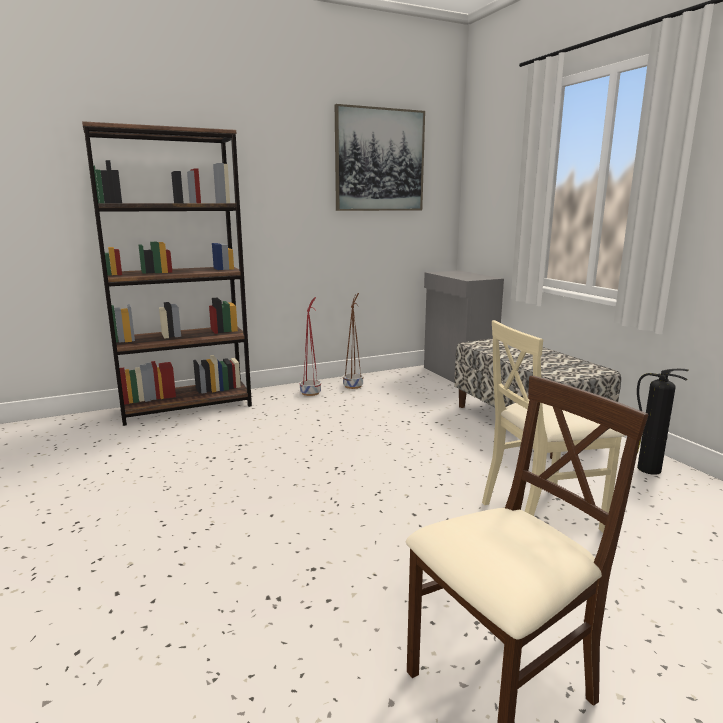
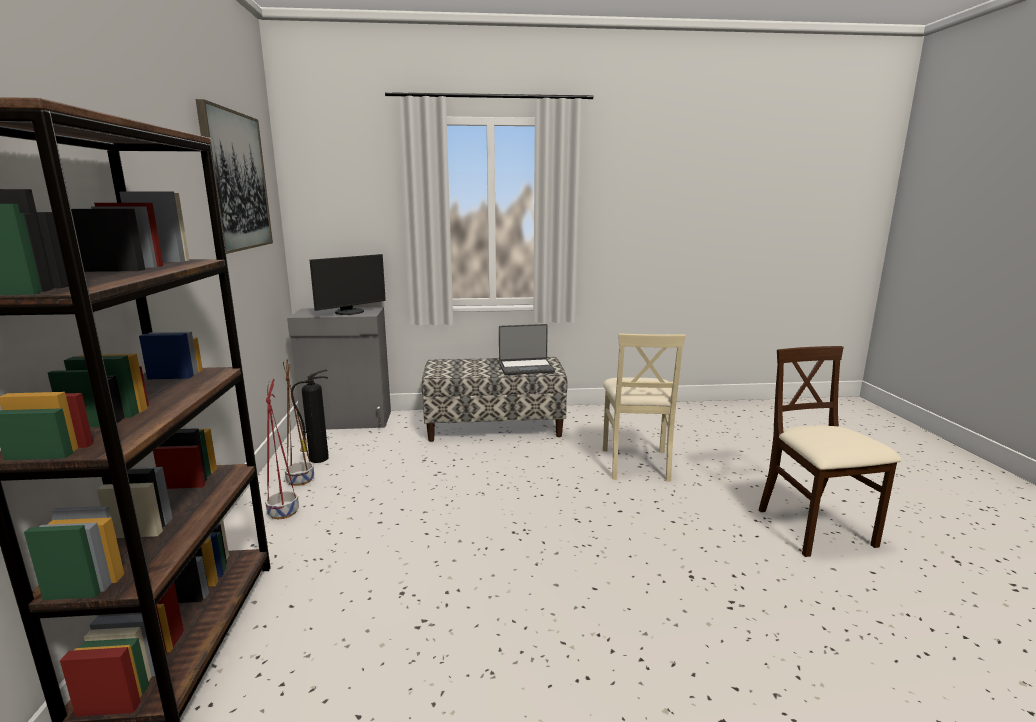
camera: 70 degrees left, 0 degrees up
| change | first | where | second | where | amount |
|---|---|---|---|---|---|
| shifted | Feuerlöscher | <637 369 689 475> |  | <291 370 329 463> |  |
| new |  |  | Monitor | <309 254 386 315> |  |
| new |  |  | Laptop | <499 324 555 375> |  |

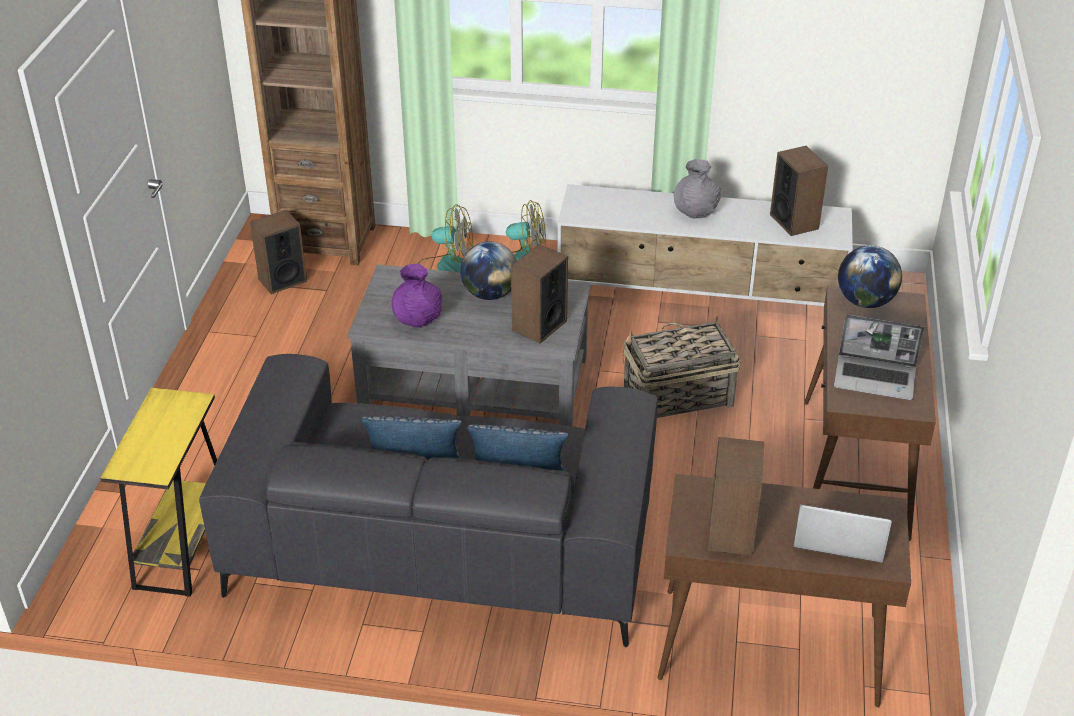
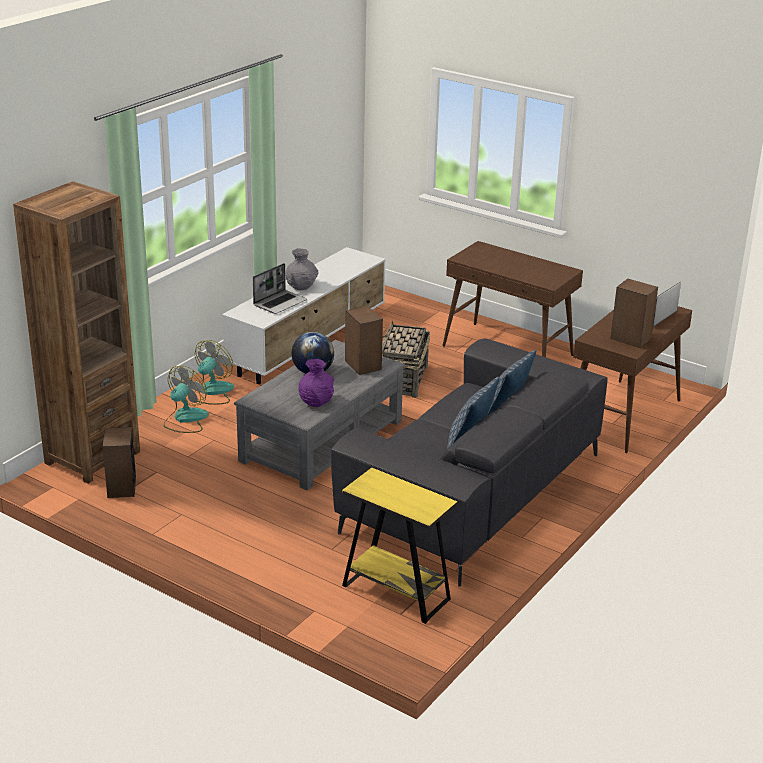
camera: 65 degrees left, 10 degrees down
| change | first | where | second | where | amount |
|---|---|---|---|---|---|
| gone | Lautsprecher | <770 146 828 236> |  |  |  |
| gone | Globus | <838 245 902 308> |  |  |  |
| shifted | Laptop | <834 315 924 400> |  | <253 263 307 314> |  |

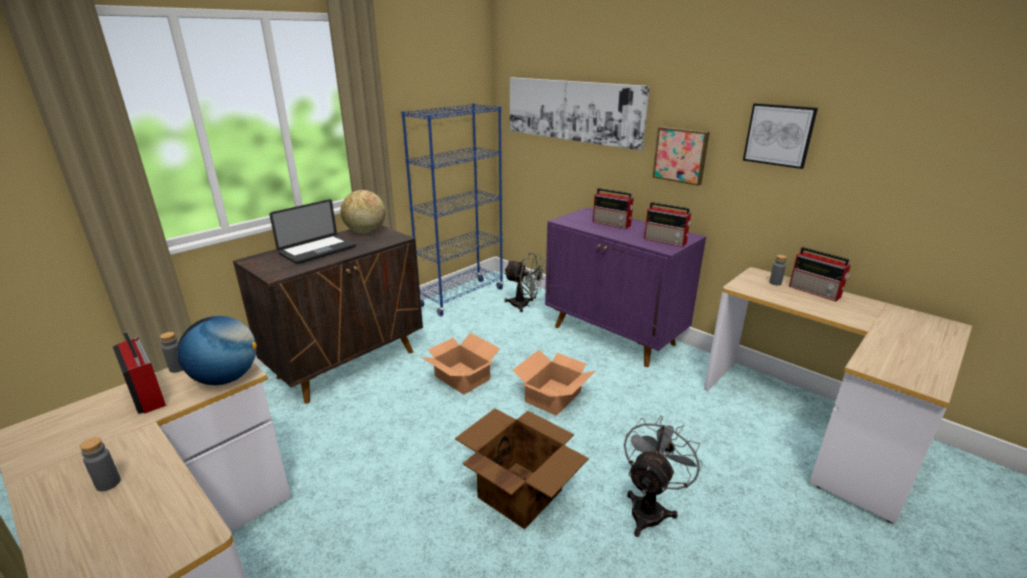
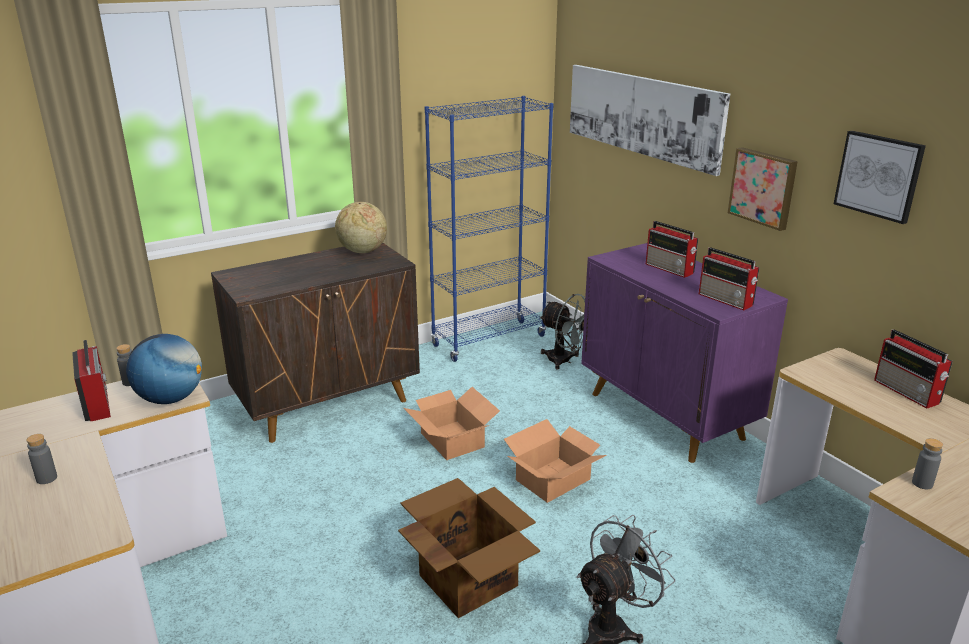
camera: 15 degrees right, 0 degrees up
| change | first | where | second | where | amount |
|---|---|---|---|---|---|
| gone | Laptop | <269 199 356 264> |  |  |  |
| shifted | Flasche [grau] | <769 255 787 285> |  | <912 438 943 489> |  |

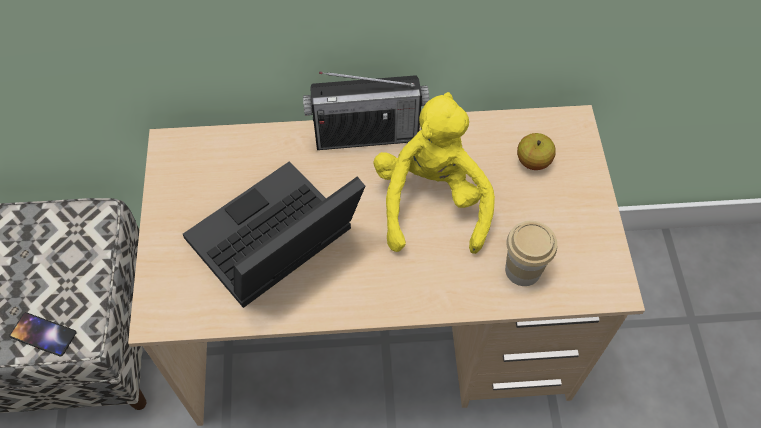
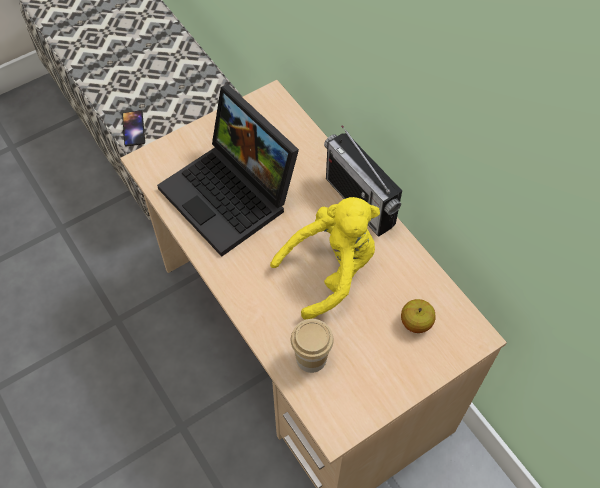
camera: 60 degrees right, 0 degrees up
| change | first | where | second | where | amount |
|---|---|---|---|---|---|
| rotated | Laptop | <183 161 365 308> |  | <157 84 299 257> | 150 degrees counterclockwise |

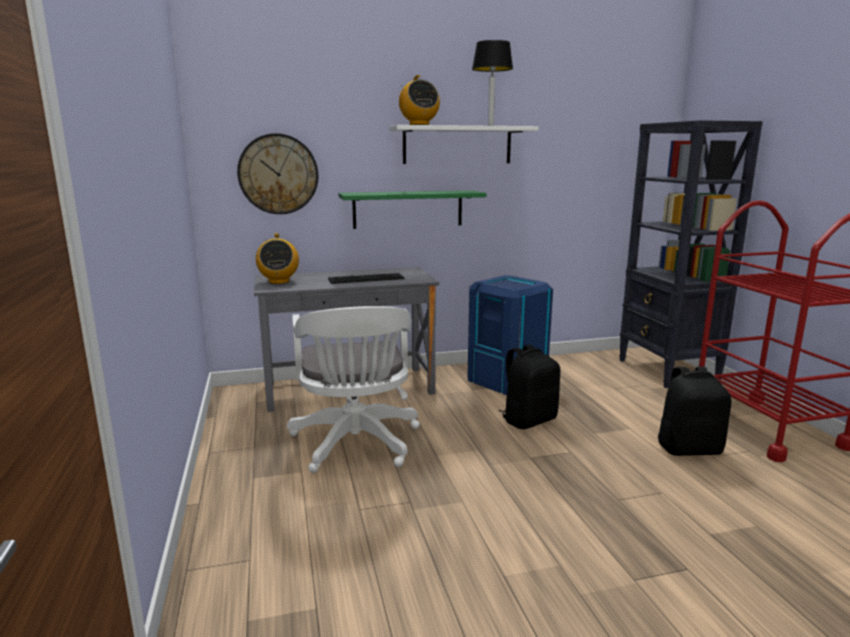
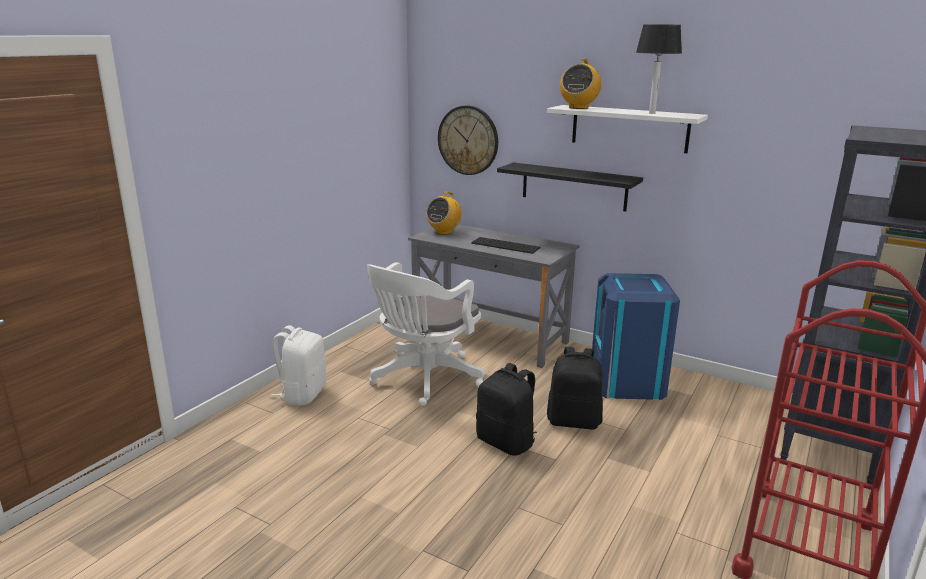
camera: 45 degrees right, 5 degrees up
| change | first | where | second | where | amount |
|---|---|---|---|---|---|
| repainted | Wandregal [grün] | <338 190 486 229> | Wandregal [schwarz] | <497 162 643 212> |  |
| shifted | Rucksack [schwarz] | <658 367 732 456> |  | <476 363 537 456> |  |
| new |  |  | Rucksack [weiß] | <270 325 326 406> |  |

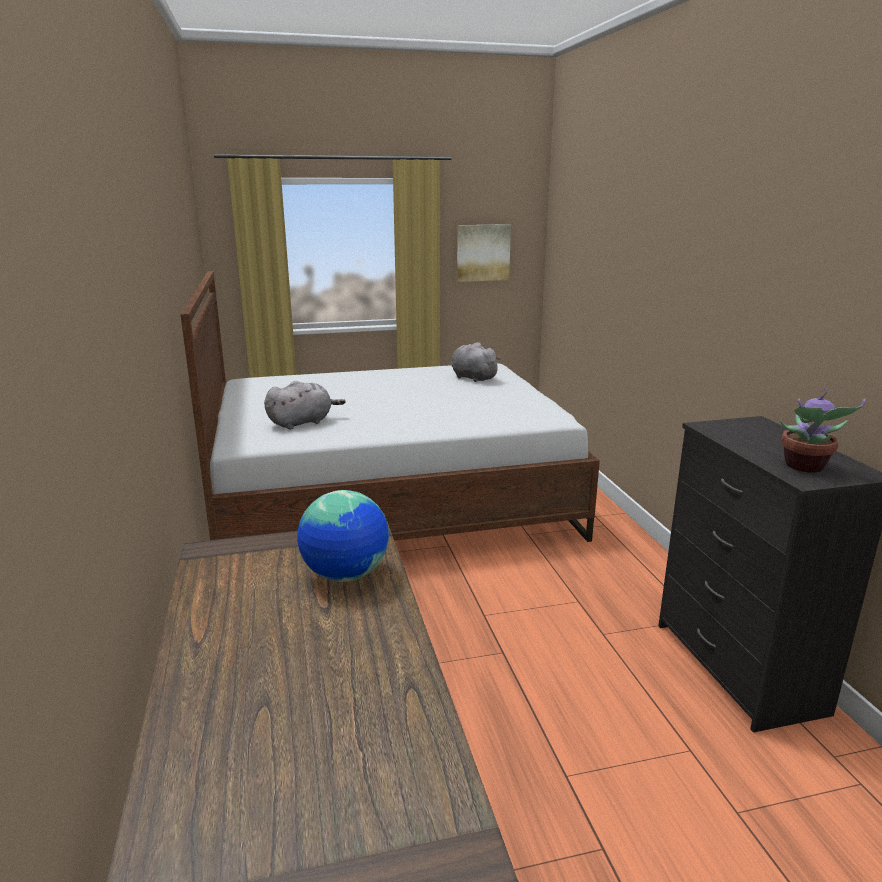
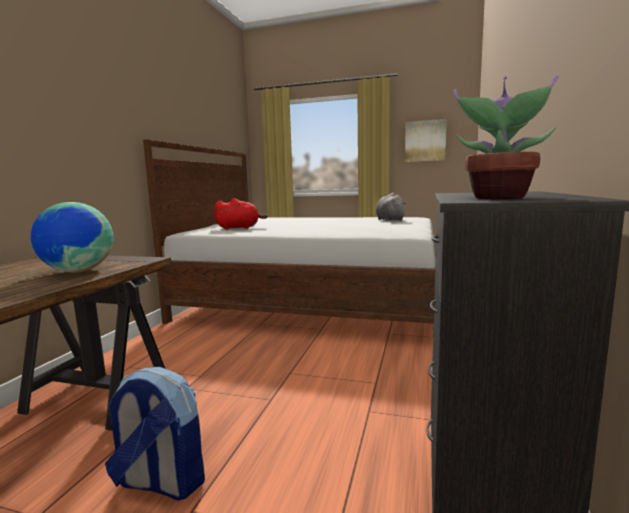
camera: 30 degrees right, 10 degrees down
| change | first | where | second | where | amount |
|---|---|---|---|---|---|
| repainted | Plüschtier [grau] | <264 381 346 429> | Plüschtier [rot] | <214 198 268 230> |  |
| new |  |  | Rucksack | <105 367 205 500> |  |

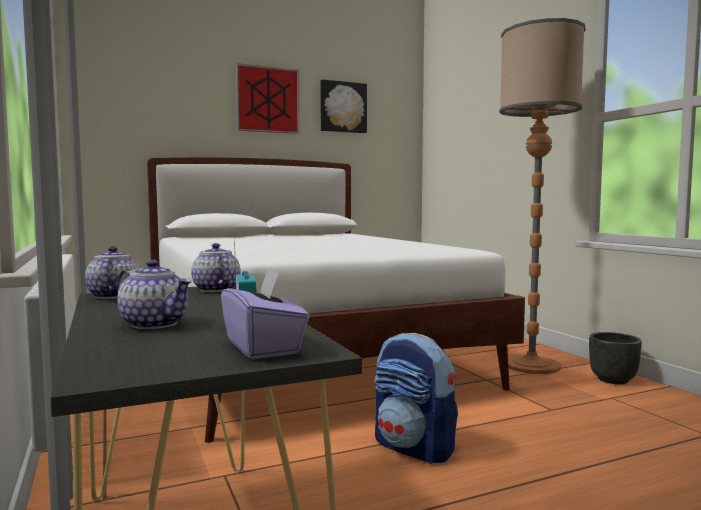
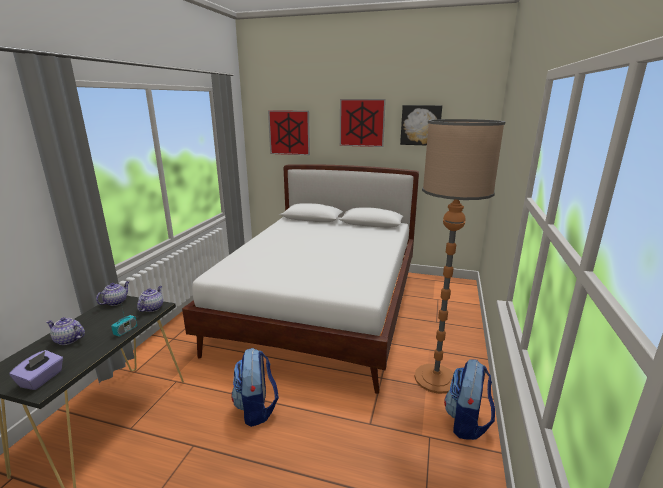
camera: 40 degrees right, 15 degrees up
| change | first | where | second | where | amount |
|---|---|---|---|---|---|
| rotated | Teekanne | <117 259 192 329> |  | <46 317 85 345> | 120 degrees clockwise |
| swapped | Pflanzkübel [schwarz] | <589 332 642 384> | Rucksack | <444 359 495 440> |  |
| new |  |  | Bild | <268 110 310 155> |  |

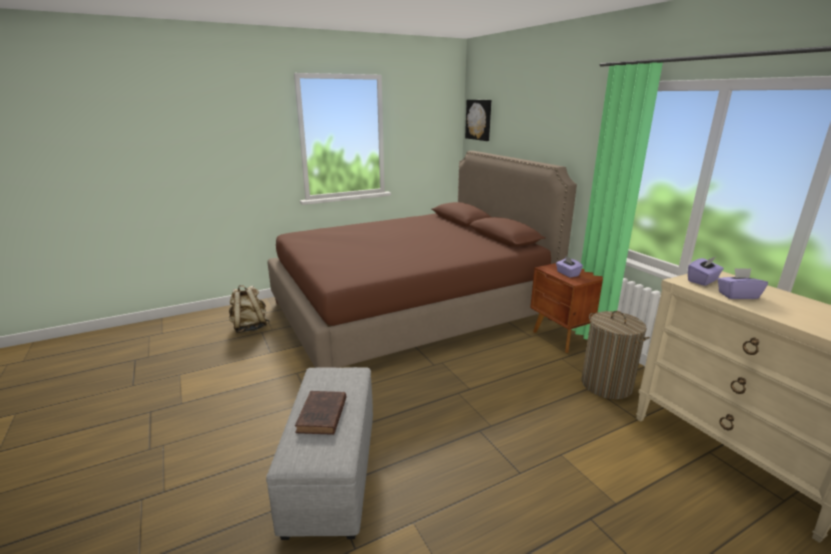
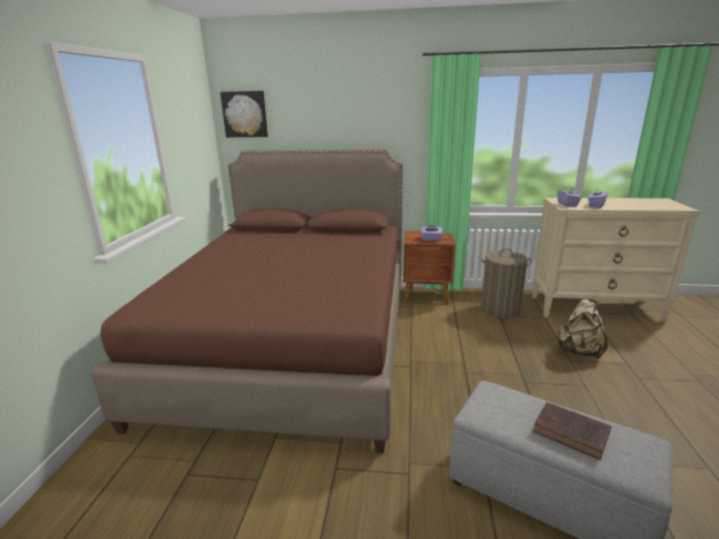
camera: 55 degrees left, 0 degrees up
| change | first | where | second | where | amount |
|---|---|---|---|---|---|
| shifted | Rucksack [beige] | <229 285 270 333> |  | <556 300 608 359> |  |

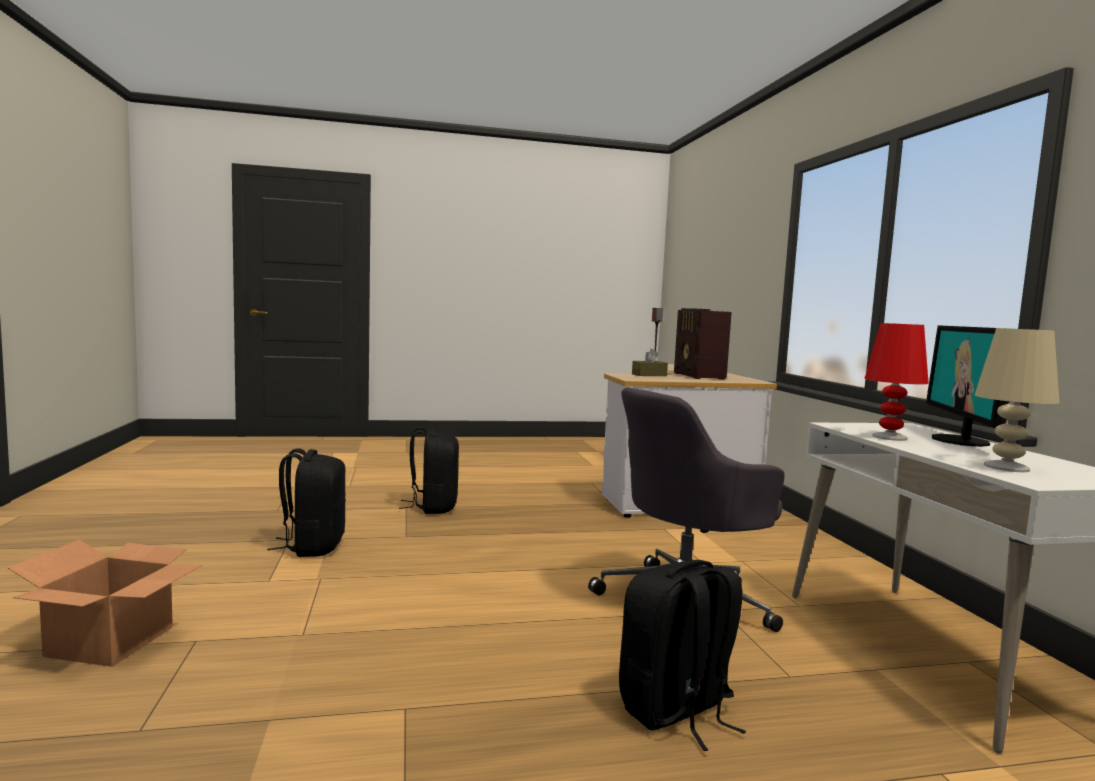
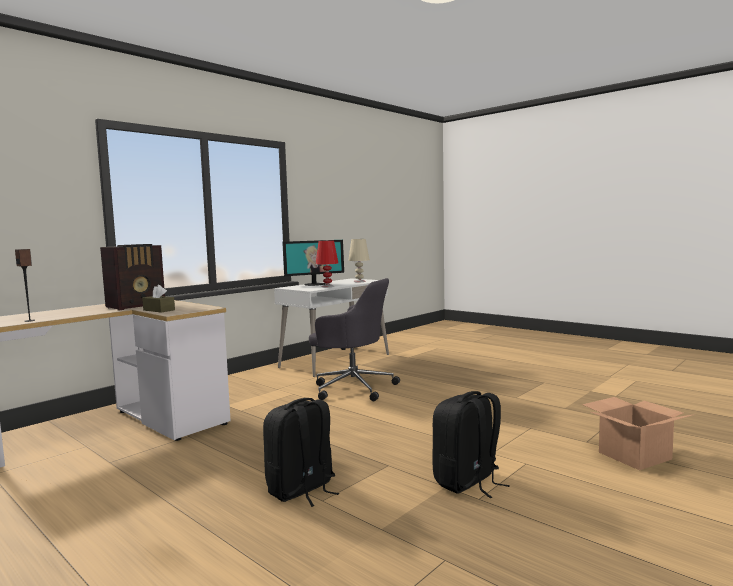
camera: 125 degrees left, 0 degrees up
| change | first | where | second | where | amount |
|---|---|---|---|---|---|
| gone | Rucksack [schwarz] | <619 560 746 751> |  |  |  |

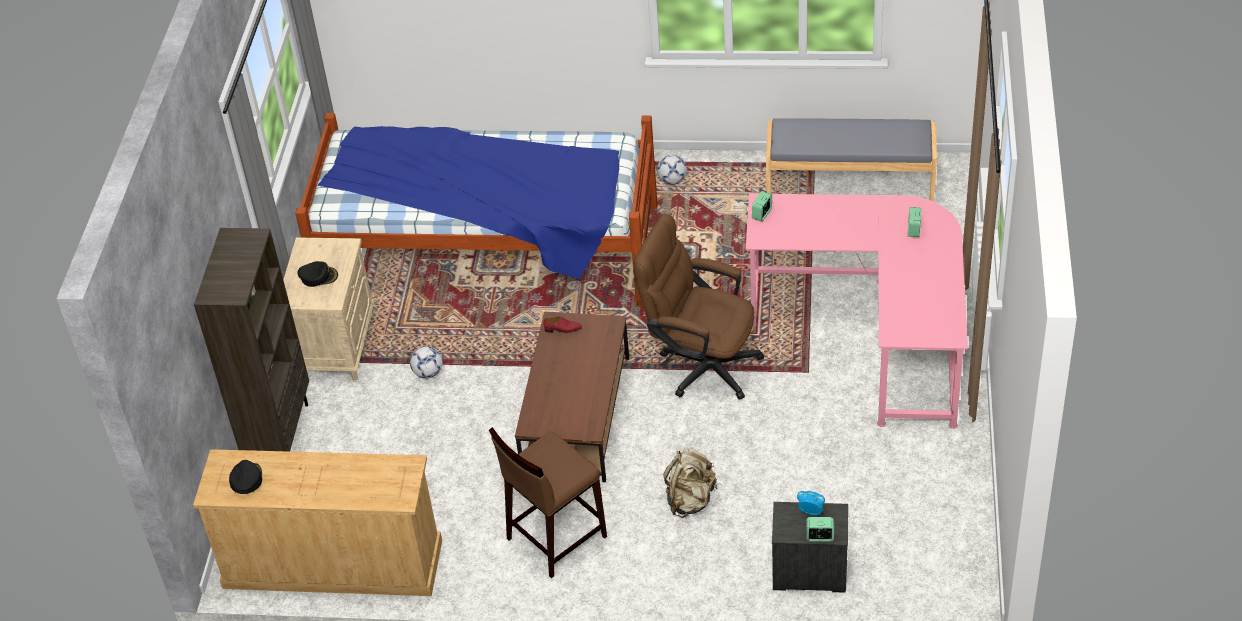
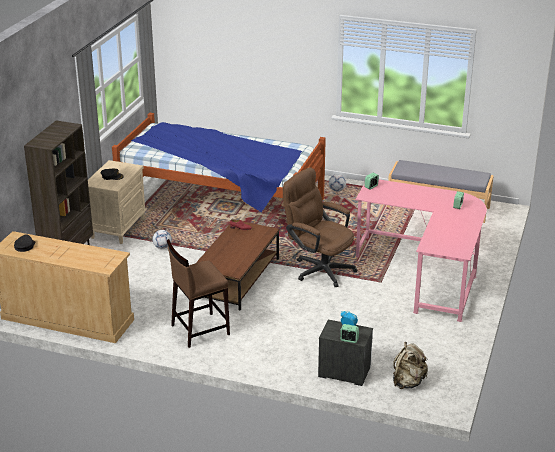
camera: 10 degrees right, 15 degrees down
| change | first | where | second | where | amount |
|---|---|---|---|---|---|
| shifted | Rucksack [beige] | <663 448 717 518> |  | <393 342 428 389> |  |

